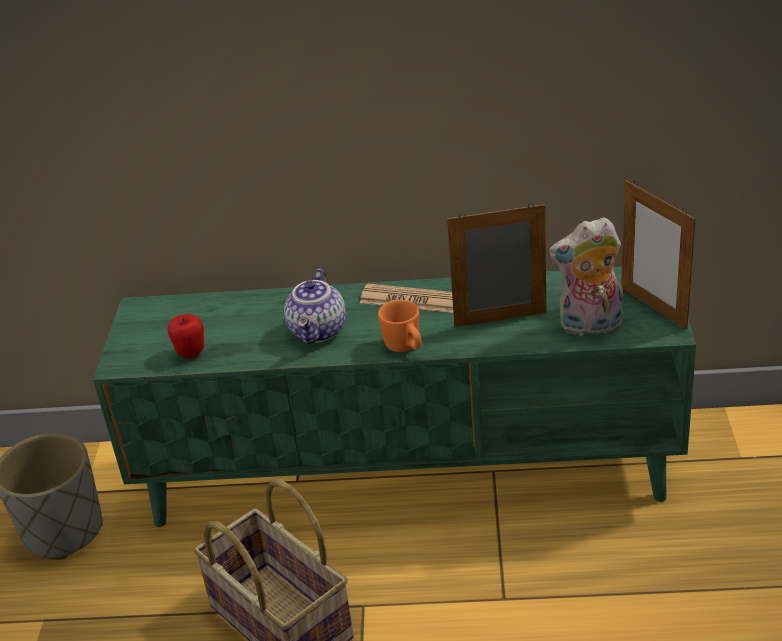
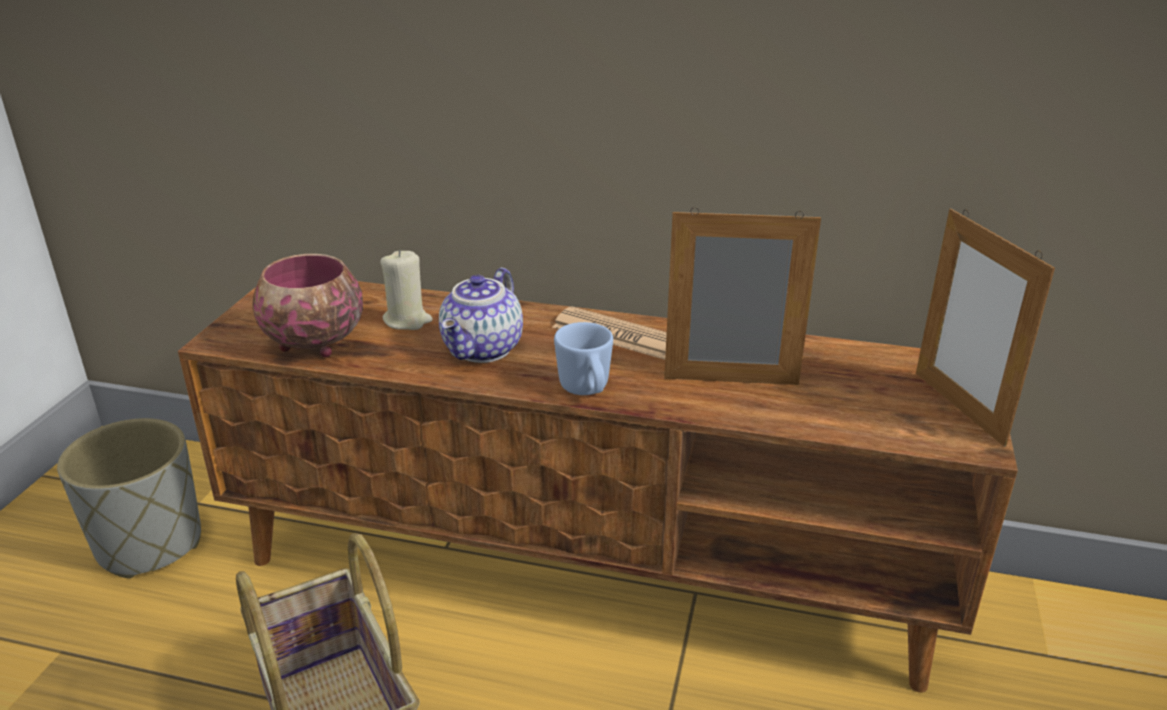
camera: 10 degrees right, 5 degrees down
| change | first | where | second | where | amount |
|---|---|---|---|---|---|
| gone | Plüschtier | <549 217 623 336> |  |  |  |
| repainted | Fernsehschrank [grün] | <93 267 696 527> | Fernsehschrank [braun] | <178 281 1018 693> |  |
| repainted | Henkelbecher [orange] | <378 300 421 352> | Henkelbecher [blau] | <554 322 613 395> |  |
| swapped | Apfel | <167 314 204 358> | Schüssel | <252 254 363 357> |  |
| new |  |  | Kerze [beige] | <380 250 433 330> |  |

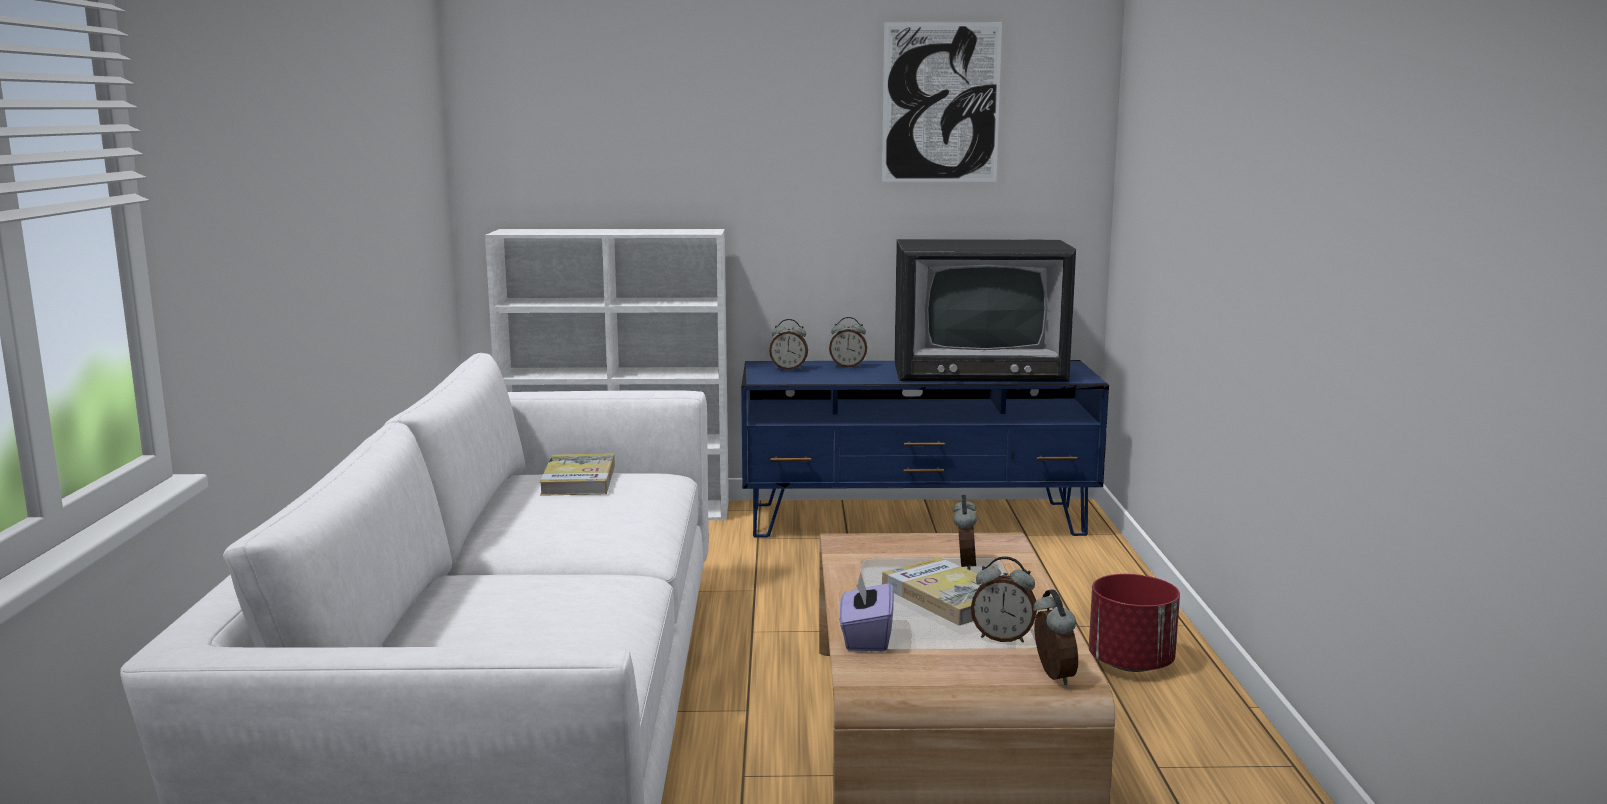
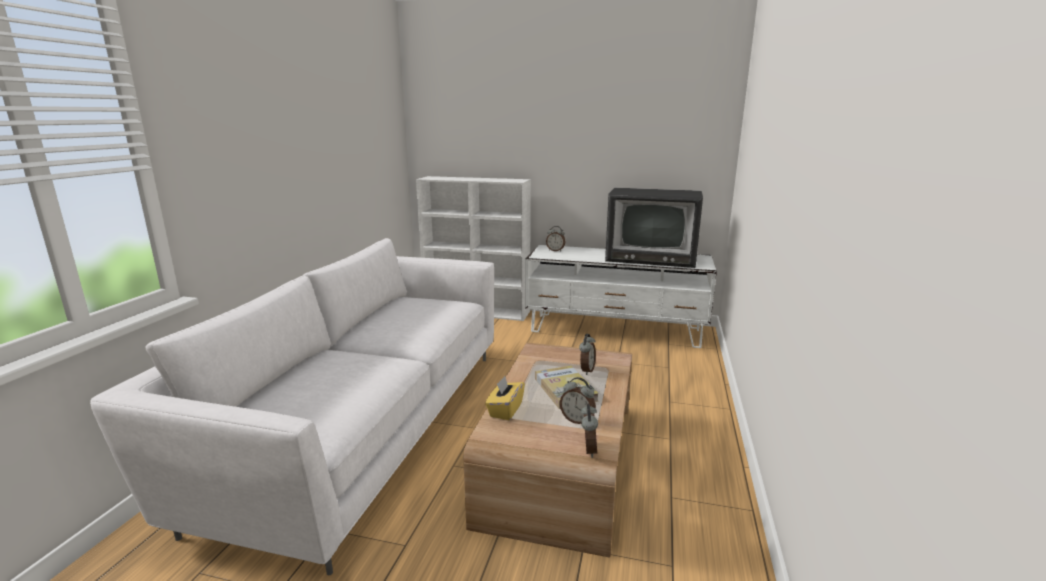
camera: 15 degrees right, 5 degrees up
| change | first | where | second | where | amount |
|---|---|---|---|---|---|
| gone | Bild | <882 22 1002 182> |  |  |  |
| gone | Wecker | <829 317 867 367> |  |  |  |
| repainted | Fernsehschrank [blau] | <741 360 1109 537> | Fernsehschrank [weiß] | <525 245 717 348> |  |
| gone | Buch | <539 453 615 496> |  |  |  |
| repainted | Taschentuchbox [lila] | <839 572 894 652> | Taschentuchbox [gelb] | <485 376 525 420> |  |
| gone | Pflanzkübel [rot] | <1089 574 1180 672> |  |  |  |

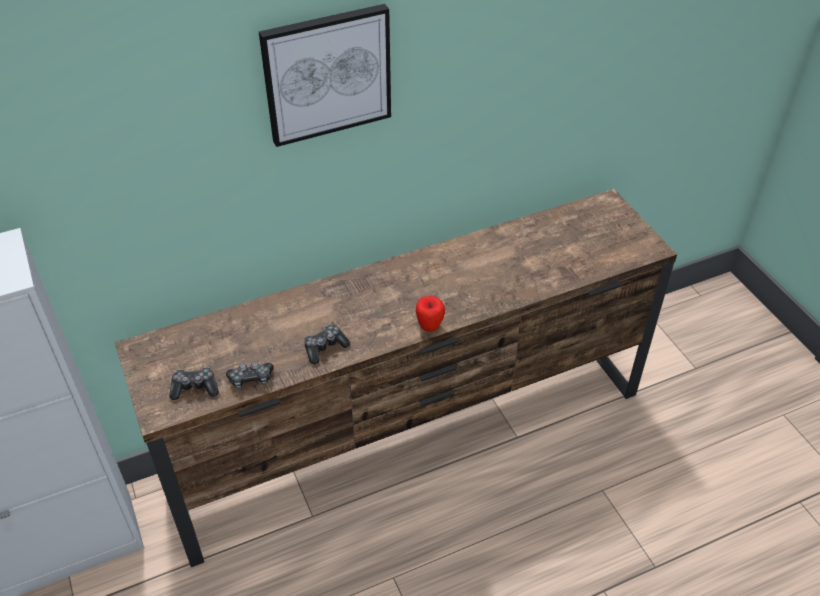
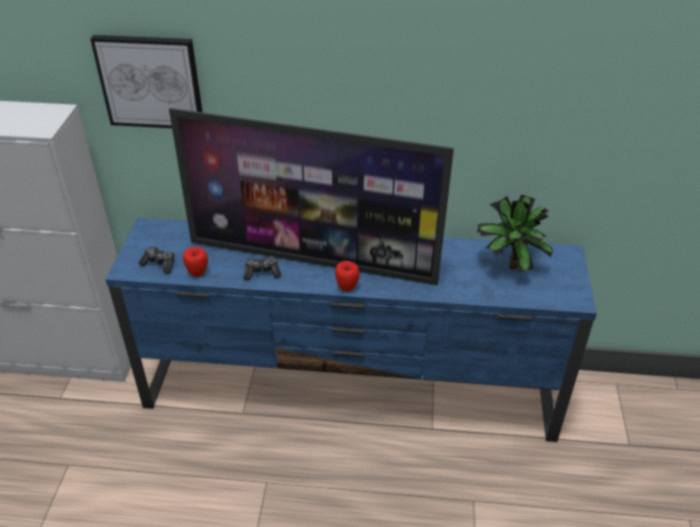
camera: 30 degrees right, 5 degrees down
| change | first | where | second | where | amount |
|---|---|---|---|---|---|
| shifted | Bild | <259 4 391 147> |  | <90 35 202 128> |  |
| repainted | Fernsehschrank [braun] | <115 189 677 567> | Fernsehschrank [blau] | <105 218 597 442> |  |
| swapped | Gamepad | <226 362 274 390> | Apfel | <183 247 208 277> |  |
| new |  |  | Fernseher | <169 108 454 286> |  |
| new |  |  | Topfpflanze | <477 195 553 273> |  |

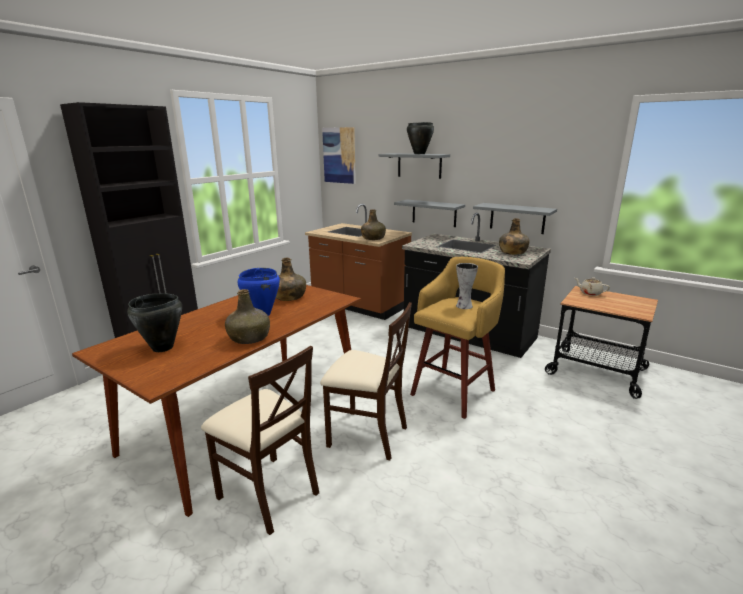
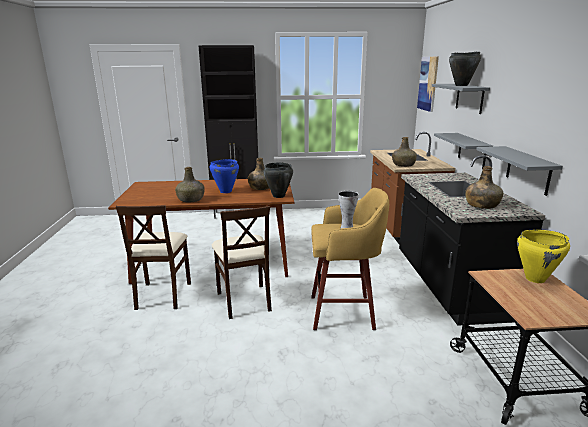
camera: 50 degrees right, 0 degrees up
| change | first | where | second | where | amount |
|---|---|---|---|---|---|
| swapped | Teekanne [beige] | <575 277 610 296> | Kochtopf [gelb] | <517 230 570 283> |  |
| shifted | Kochtopf [schwarz] | <127 293 182 352> |  | <264 162 293 198> |  |

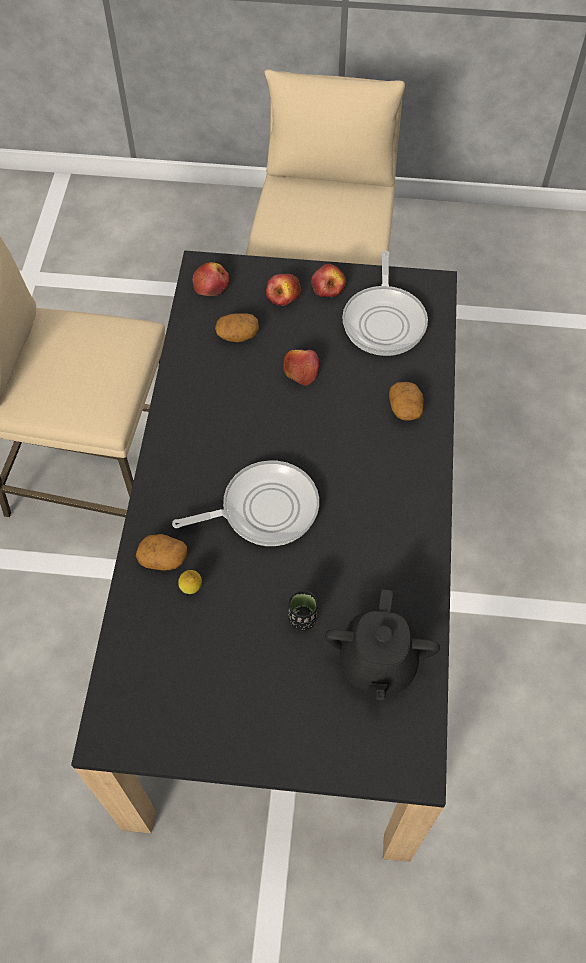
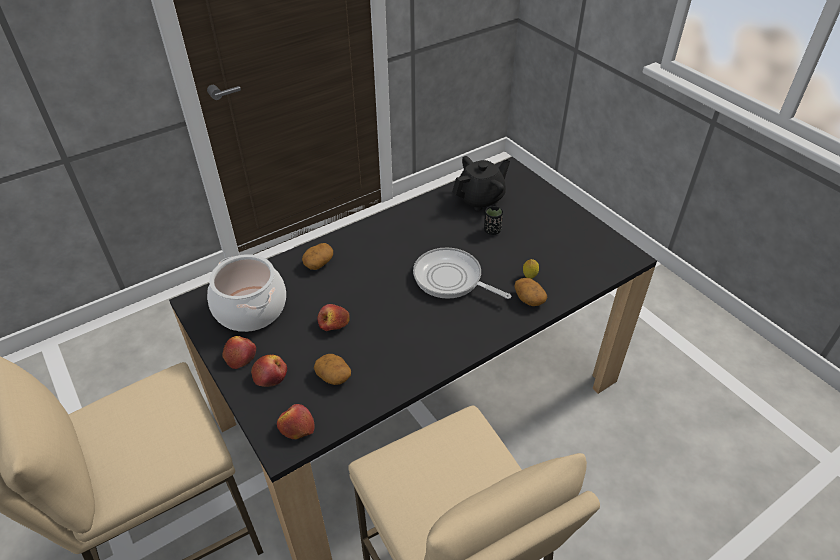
camera: 130 degrees left, 15 degrees down
| change | first | where | second | where | amount |
|---|---|---|---|---|---|
| swapped | Pfanne | <342 250 428 356> | Kochtopf | <207 254 286 332> |  |

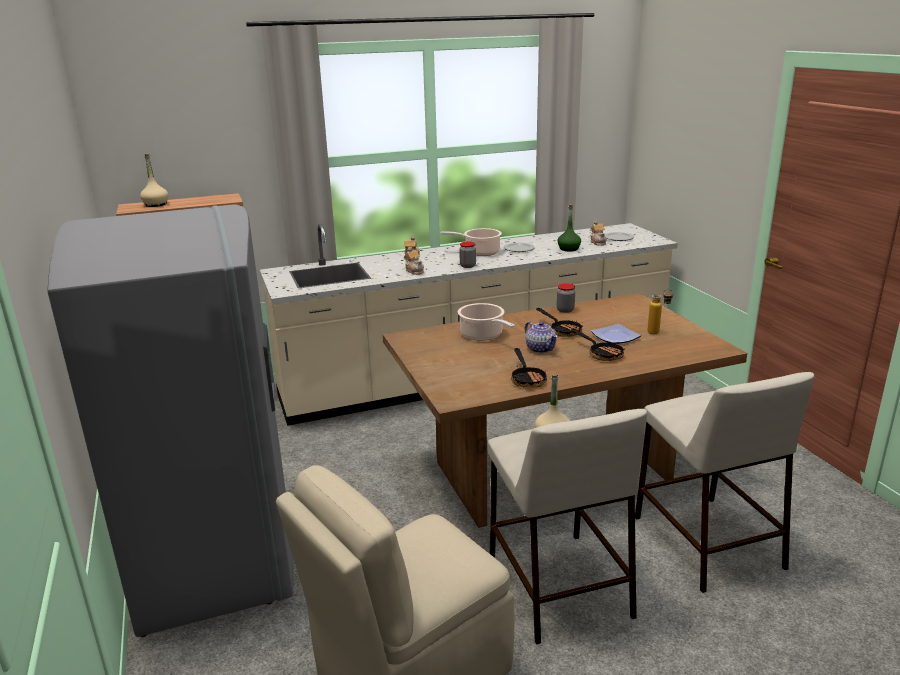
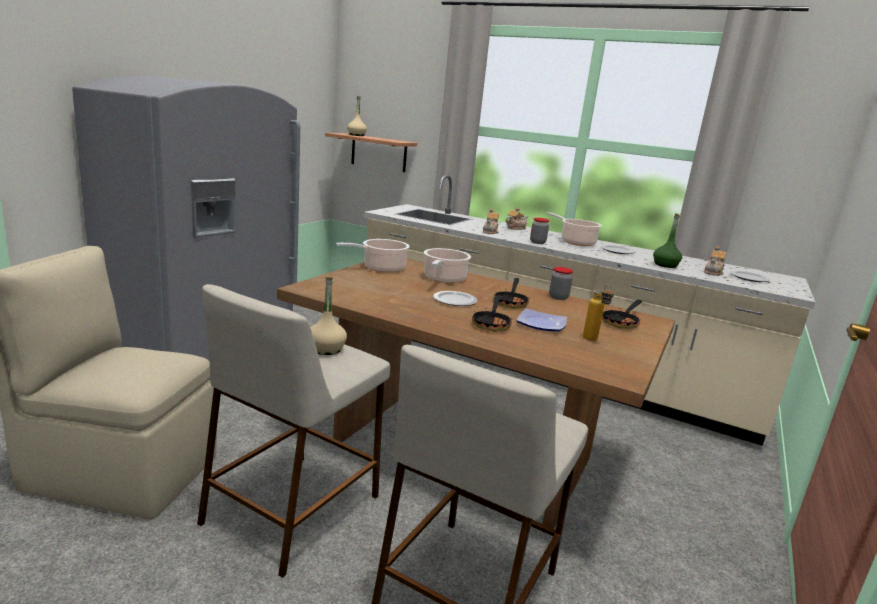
camera: 45 degrees right, 5 degrees down
| change | first | where | second | where | amount |
|---|---|---|---|---|---|
| swapped | Teekanne | <525 321 558 353> | Teller | <433 291 478 306> |  |
| shifted | Pfanne | <511 348 548 388> |  | <602 300 642 329> |  |
| new |  |  | Kochtopf | <336 239 410 273> |  |

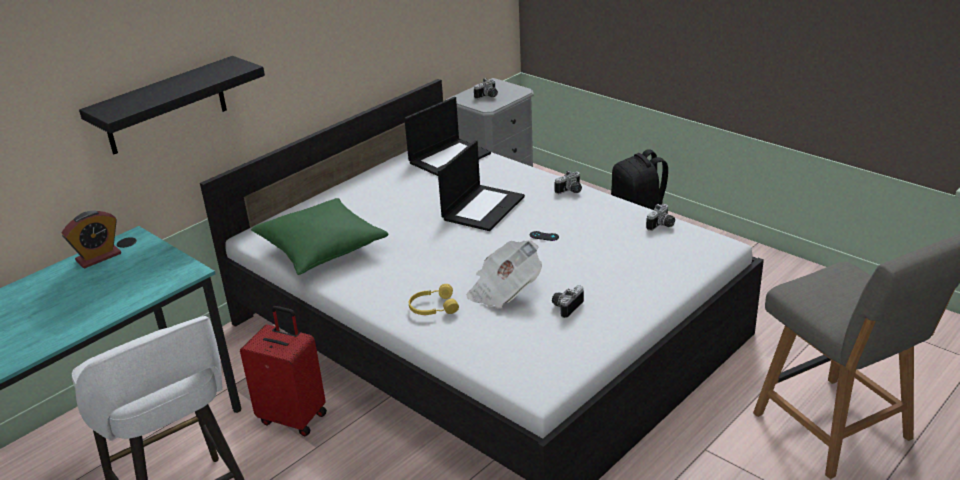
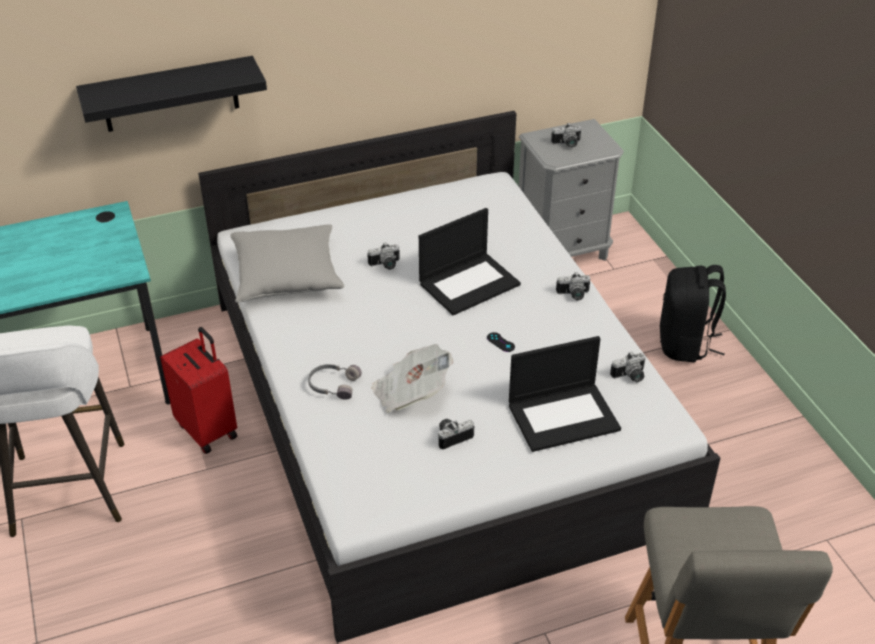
camera: 25 degrees right, 10 degrees up
| change | first | where | second | where | amount |
|---|---|---|---|---|---|
| shifted | Laptop | <404 97 491 176> |  | <509 336 621 452> |  |
| repainted | Kissen [grün] | <251 198 389 275> | Kissen [grau] | <230 224 344 303> |  |
| gone | Wecker | <62 210 121 269> |  |  |  |
| repainted | Kopfhörer [gelb] | <409 284 459 315> | Kopfhörer [grau] | <308 364 362 400> |  |
| new |  |  | Kamera | <367 243 400 270> |  |

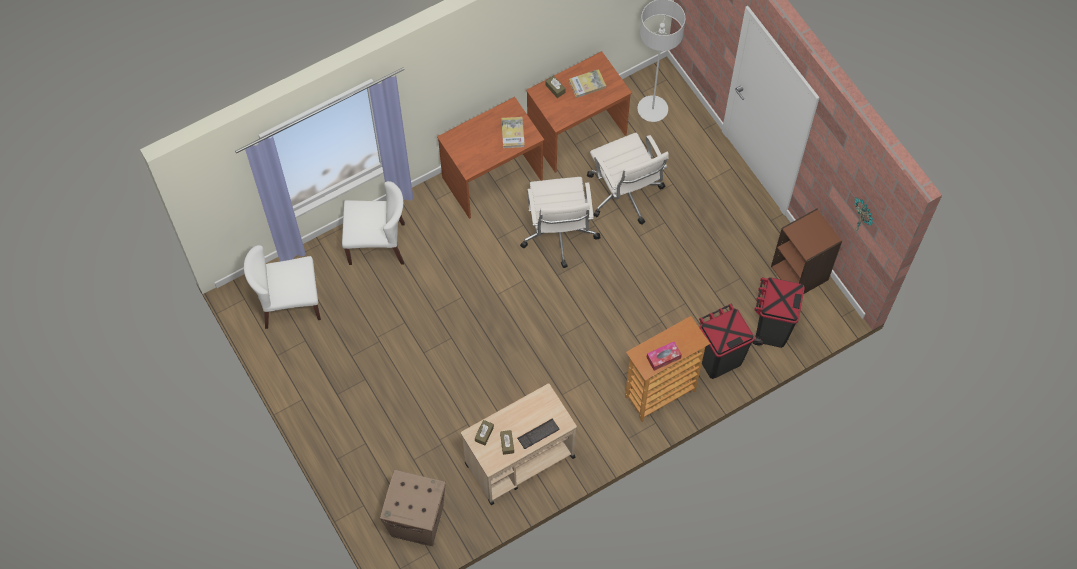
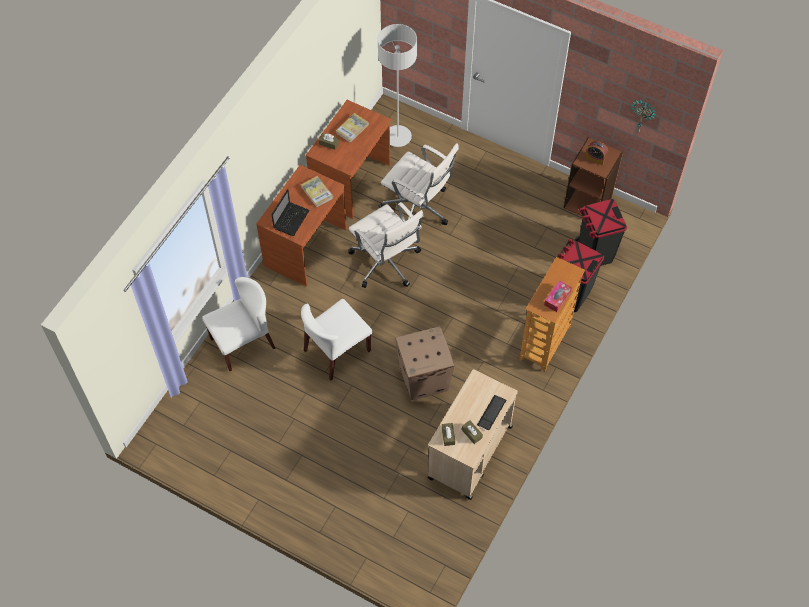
camera: 30 degrees left, 5 degrees down
| change | first | where | second | where | amount |
|---|---|---|---|---|---|
| shifted | Stuhl [weiß] | <244 245 321 329> |  | <301 299 372 380> |  |
| shifted | Karton | <380 469 446 546> |  | <395 326 455 400> |  |
| new |  |  | Wecker | <586 141 608 166> |  |
| new |  |  | Laptop | <272 189 310 236> |  |

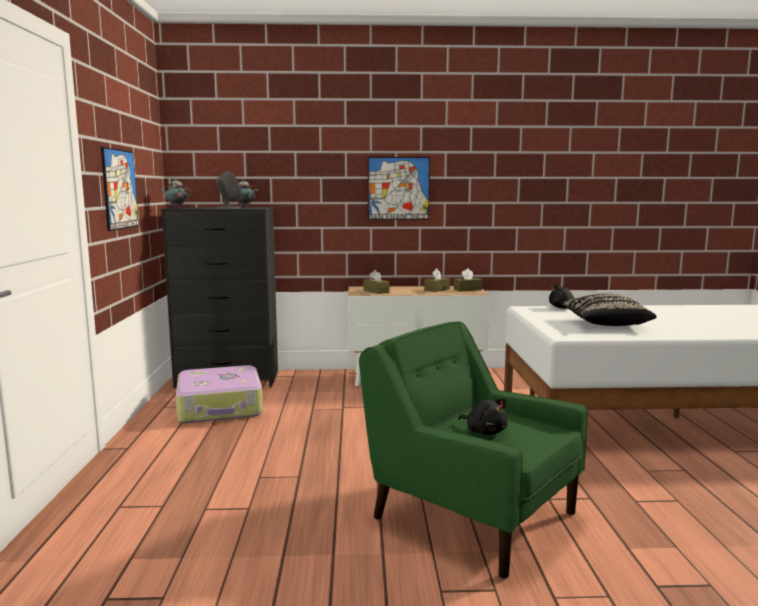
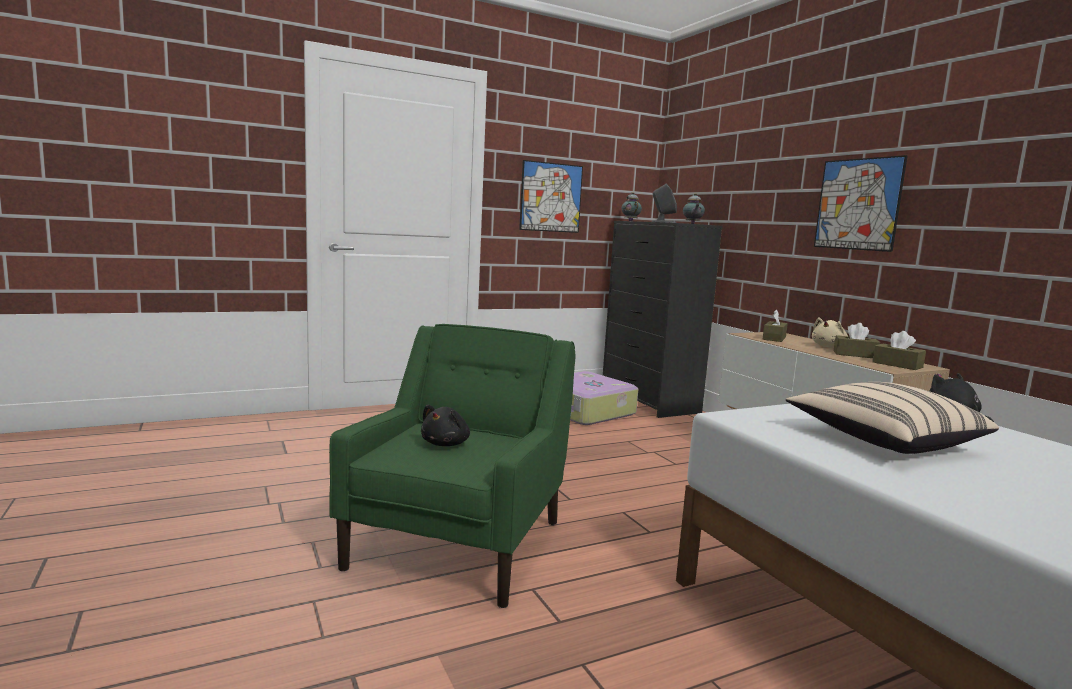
camera: 65 degrees right, 0 degrees up
| change | first | where | second | where | amount |
|---|---|---|---|---|---|
| repainted | Kissen [schwarz] | <560 294 657 326> | Kissen [beige] | <786 382 999 454> |  |
| new |  |  | Plüschtier [beige] | <812 317 848 348> |  |

